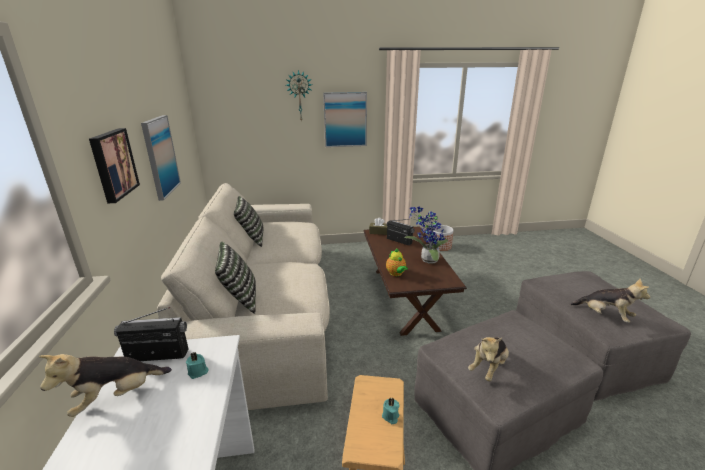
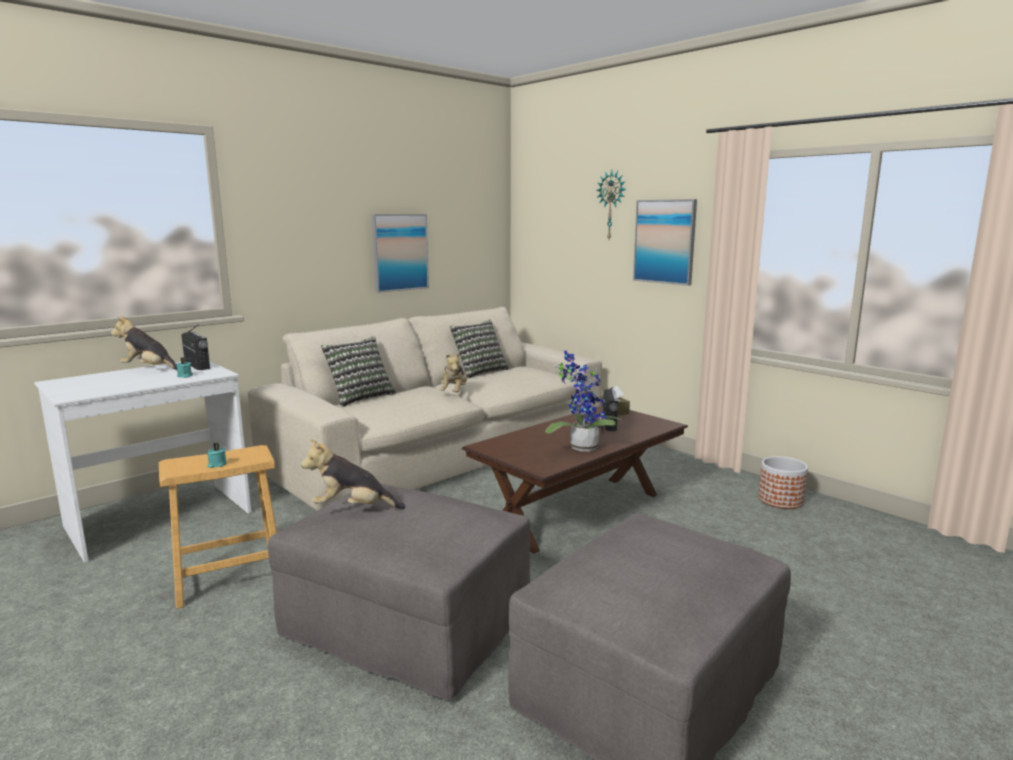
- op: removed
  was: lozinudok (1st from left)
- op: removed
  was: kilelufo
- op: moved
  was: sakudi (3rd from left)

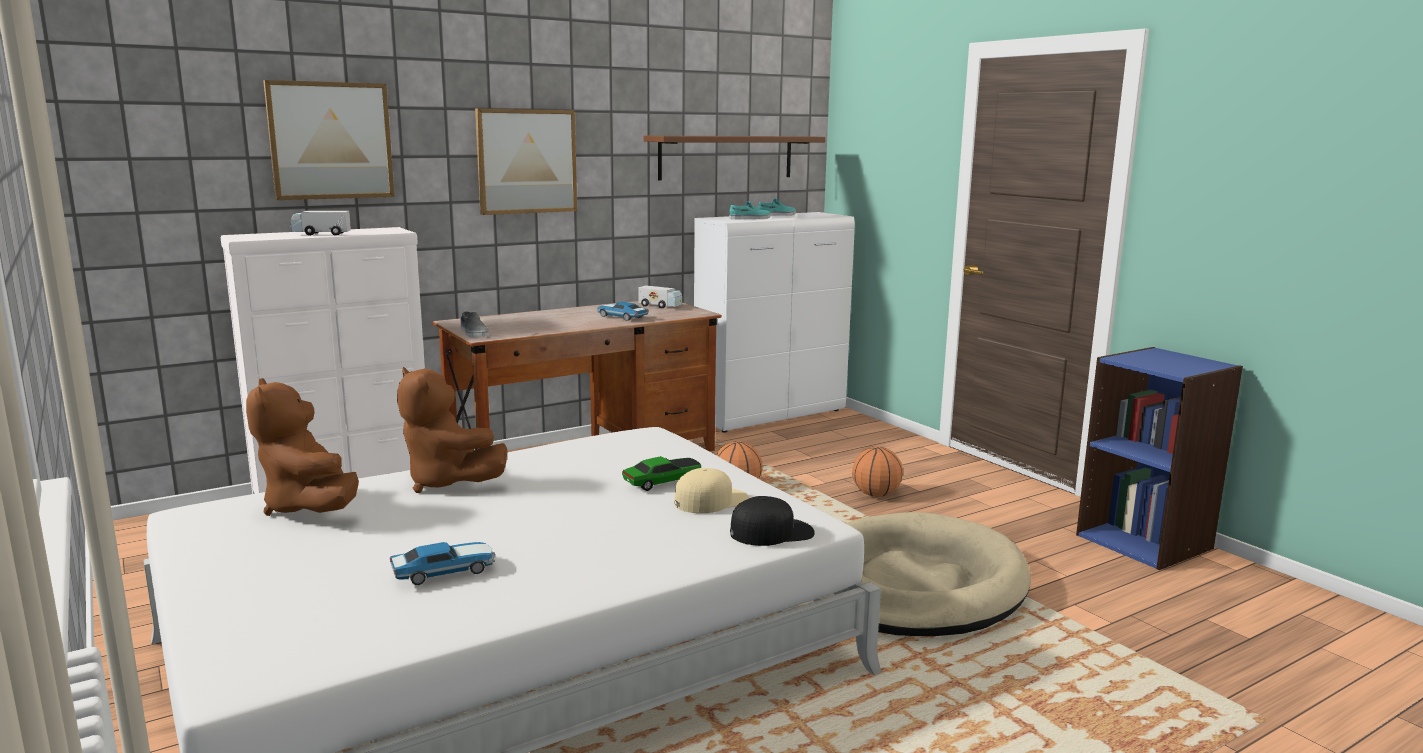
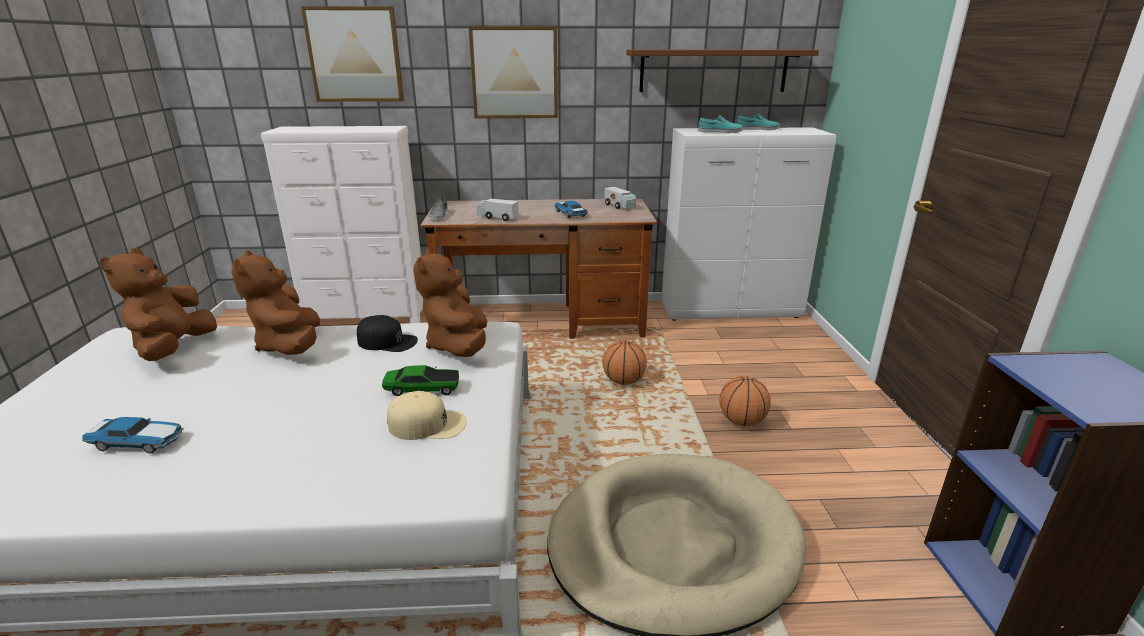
- op: moved
  was: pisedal (1st from left)
- op: moved
  was: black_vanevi
- op: added
  now: brown_sakudi (3rd from left)

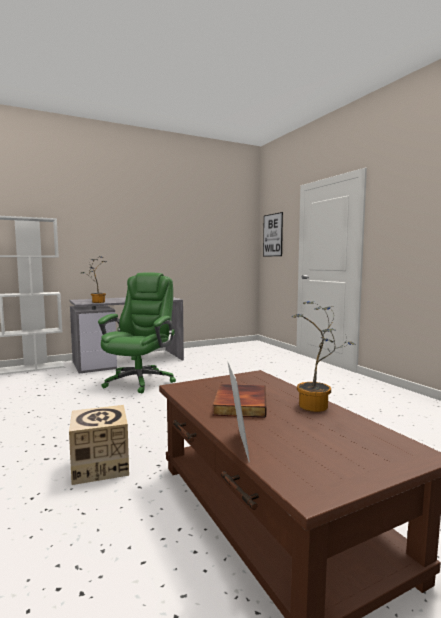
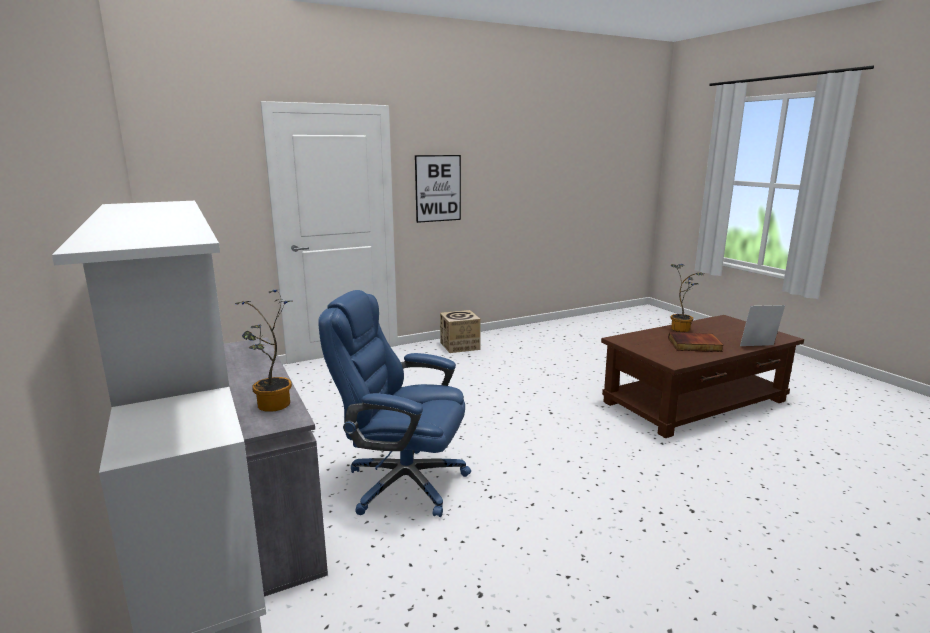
- op: moved
  was: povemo
- op: recoloured
  was: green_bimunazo
  now: blue_bimunazo
- op: moved
  was: lozinudok

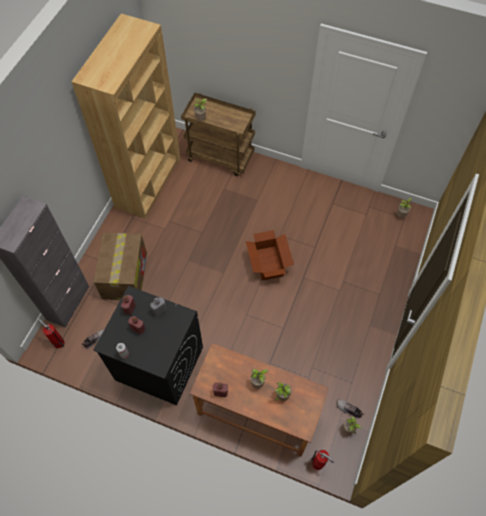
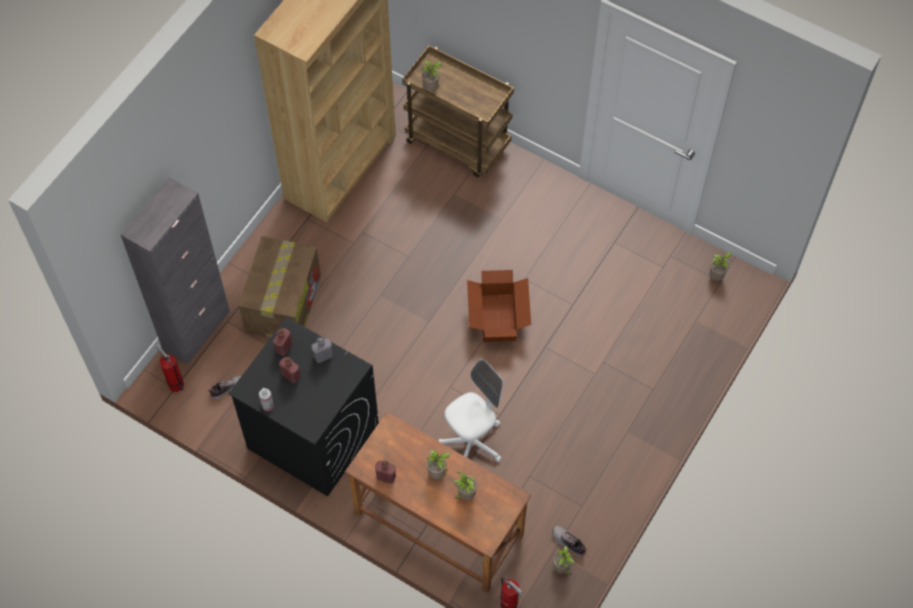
- op: added
  now: white_bimunazo

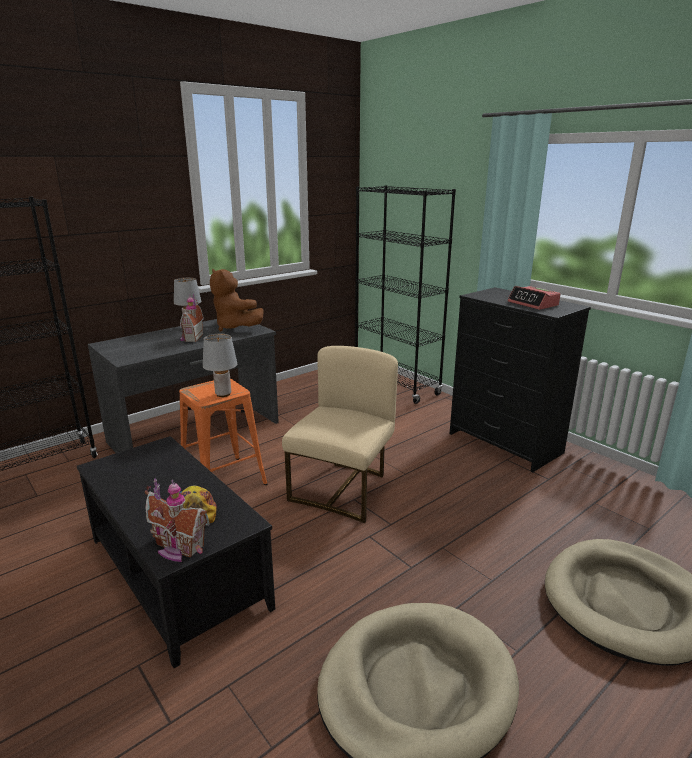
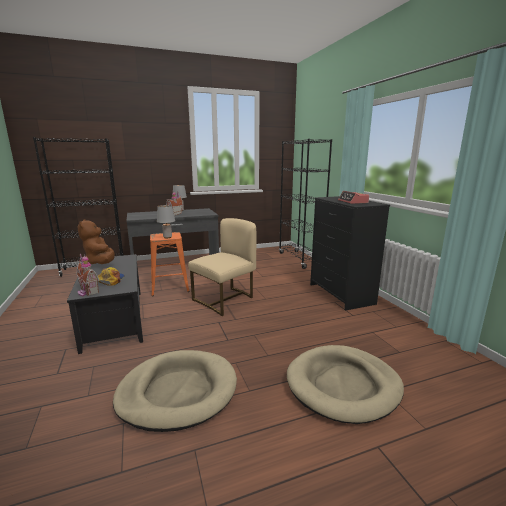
- op: moved
  was: brown_sakudi

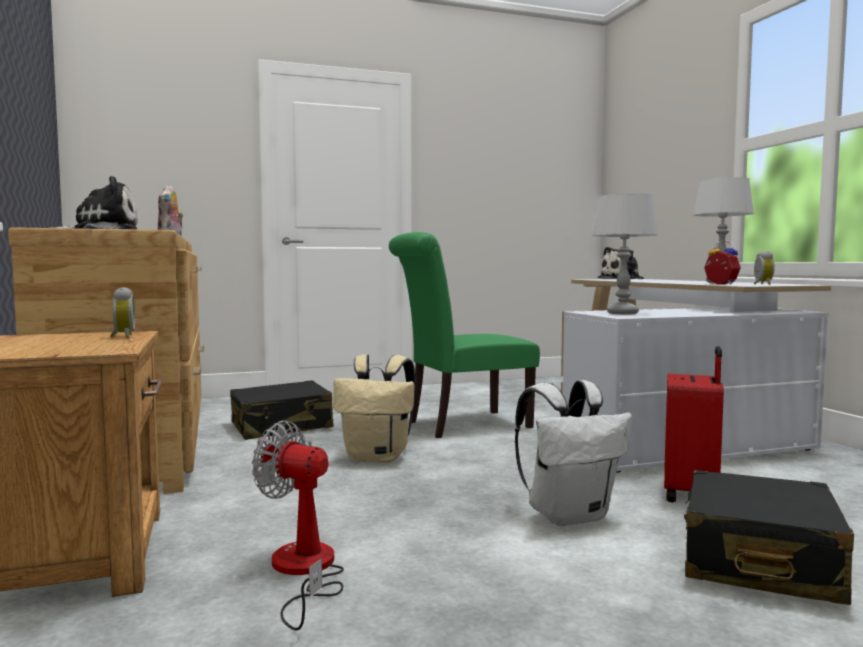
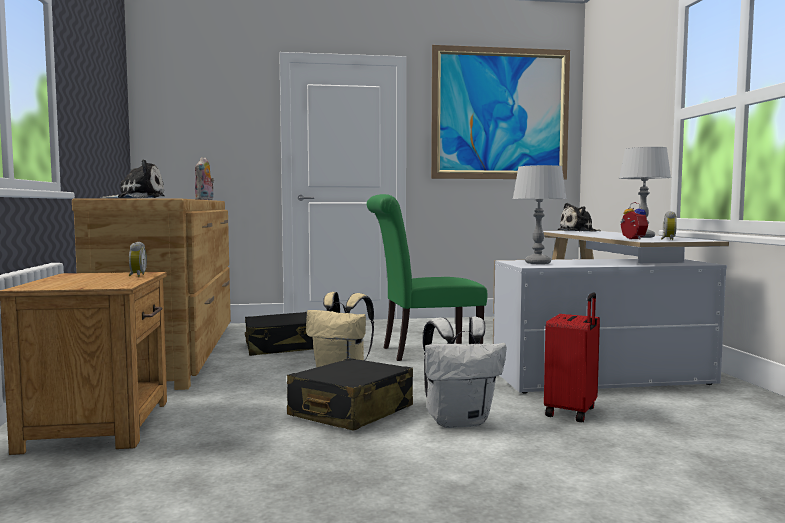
- op: removed
  was: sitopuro
- op: moved
  was: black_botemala (2nd from left)
- op: added
  now: lozinudok

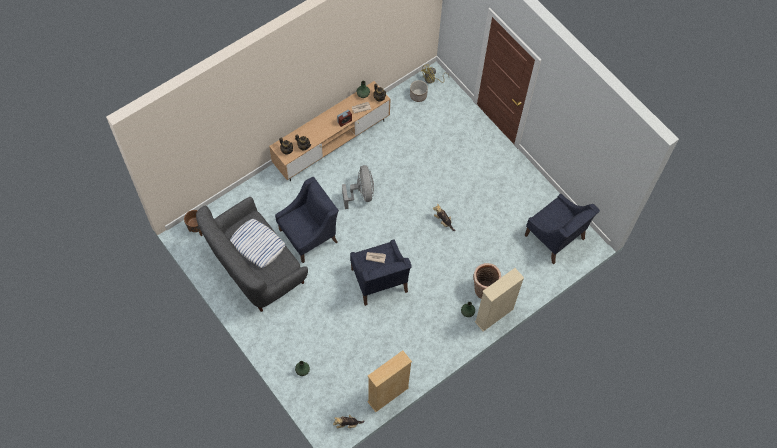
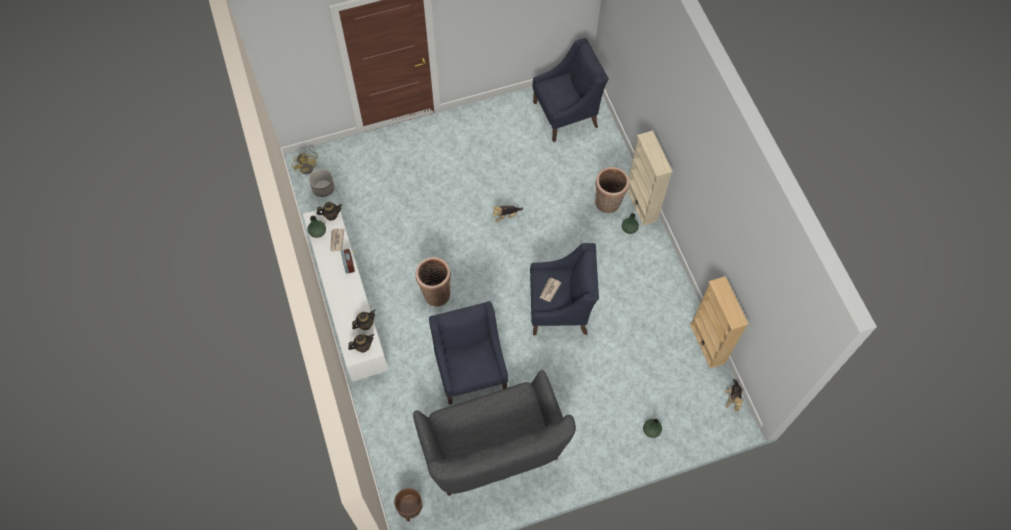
- op: removed
  was: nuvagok
- op: recoloured
  was: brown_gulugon
  now: white_gulugon
- op: replaced
  was: grey_sitopuro
  now: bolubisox (1st from left)

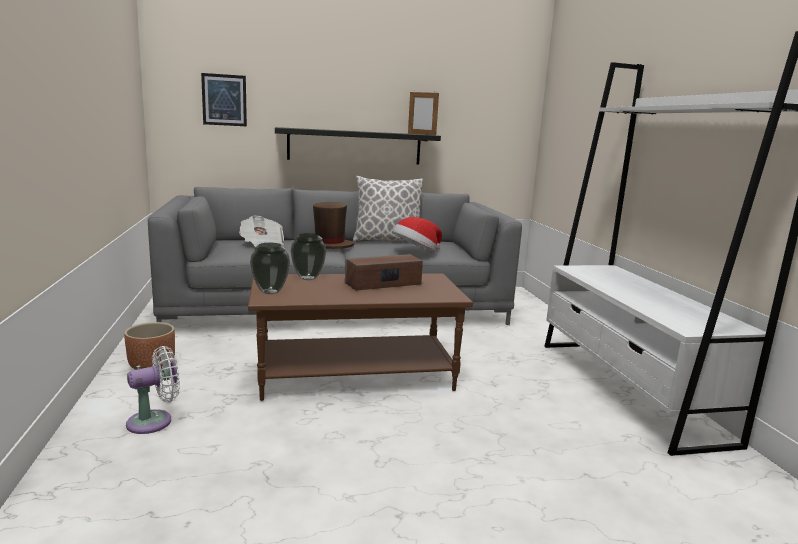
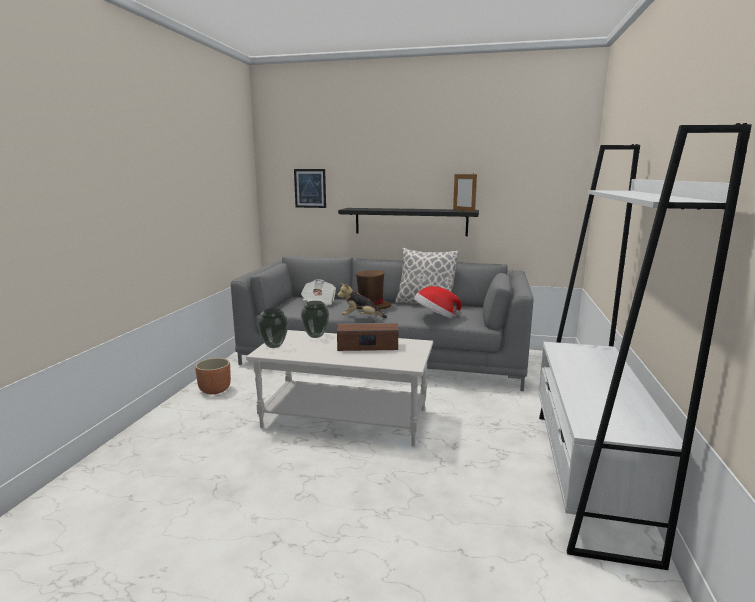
- op: removed
  was: white_sitopuro
- op: recoloured
  was: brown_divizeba
  now: white_divizeba
- op: added
  now: sakudi

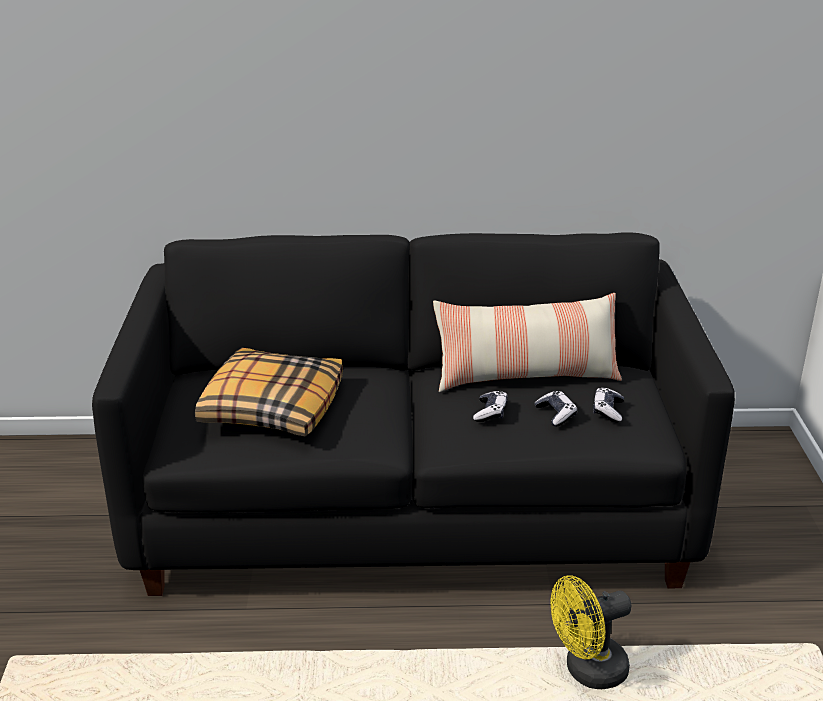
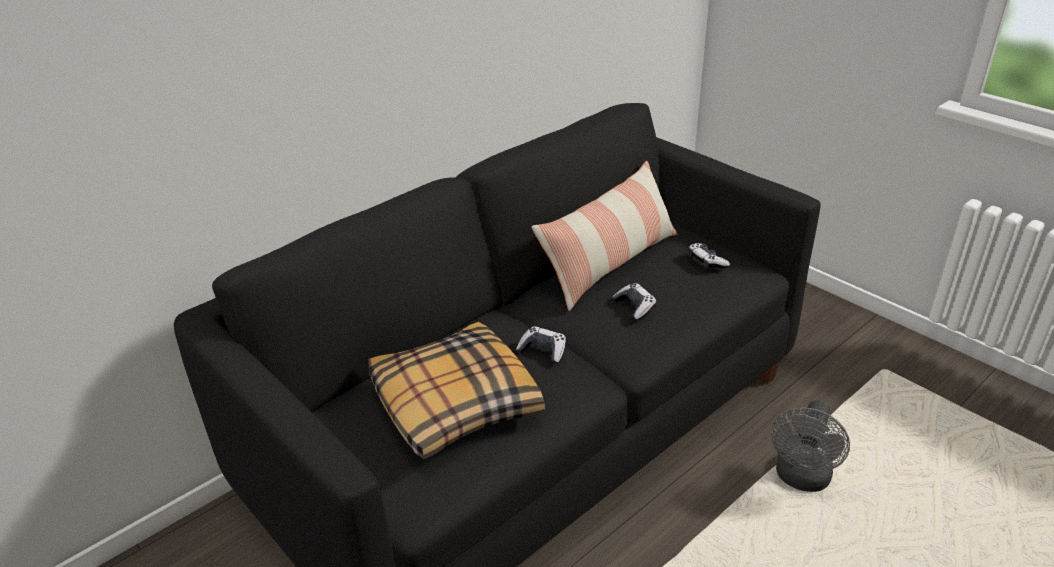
- op: moved
  was: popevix (2nd from left in the first image)
  now: popevix (1st from left)
- op: recoloured
  was: yellow_sitopuro
  now: grey_sitopuro

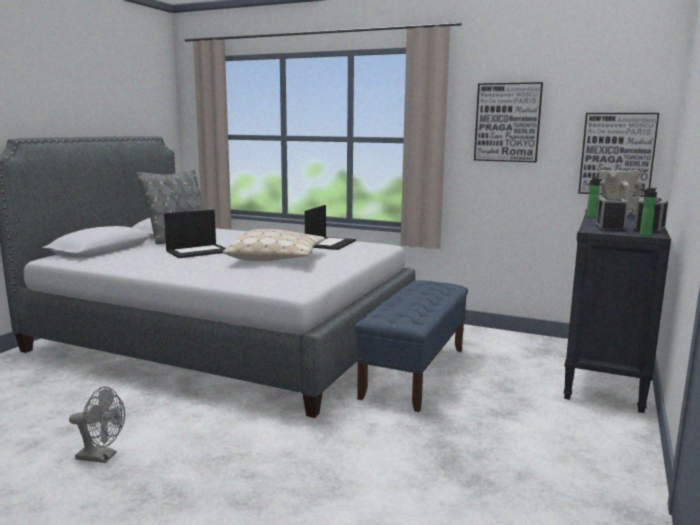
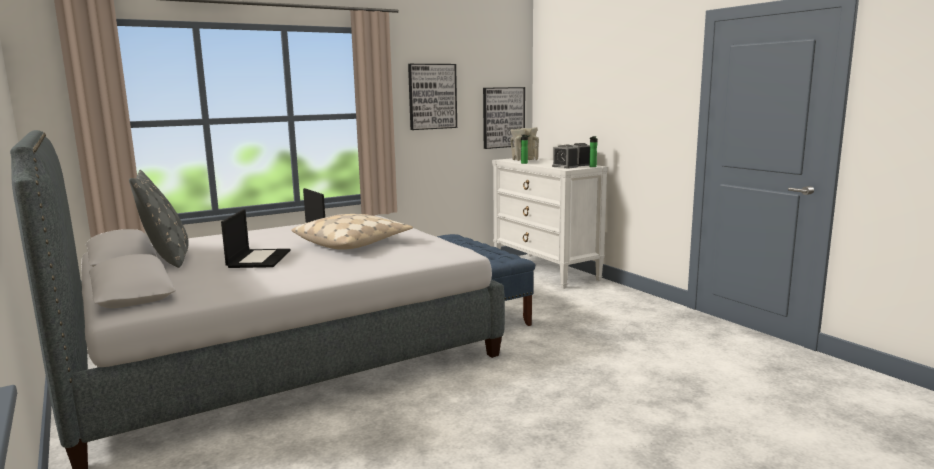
- op: removed
  was: grey_sitopuro
- op: recoloured
  was: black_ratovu
  now: white_ratovu

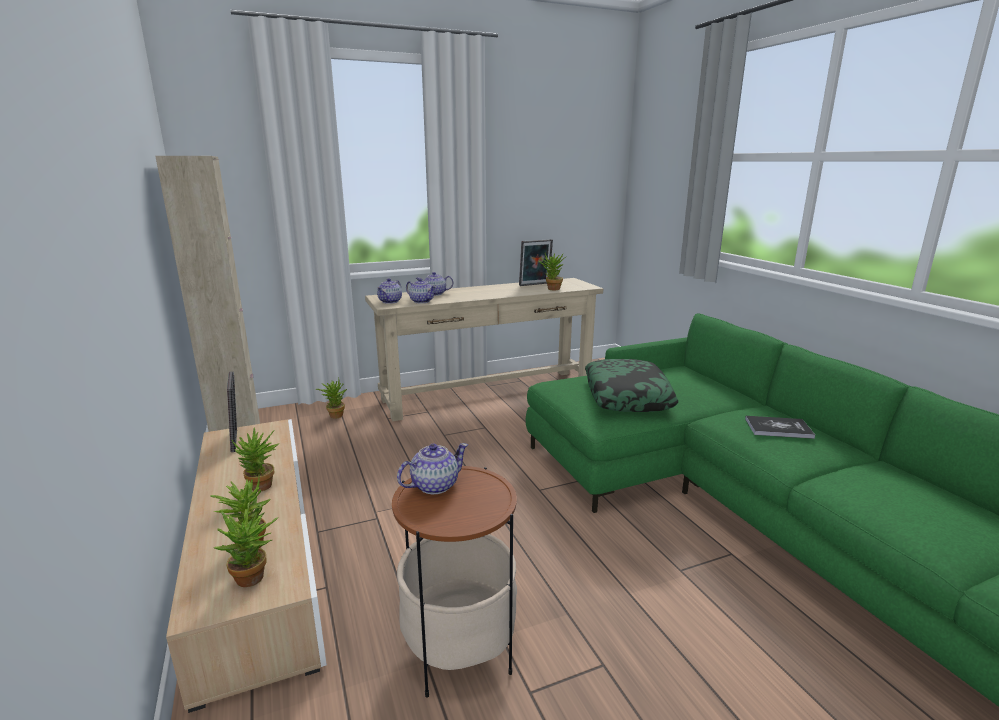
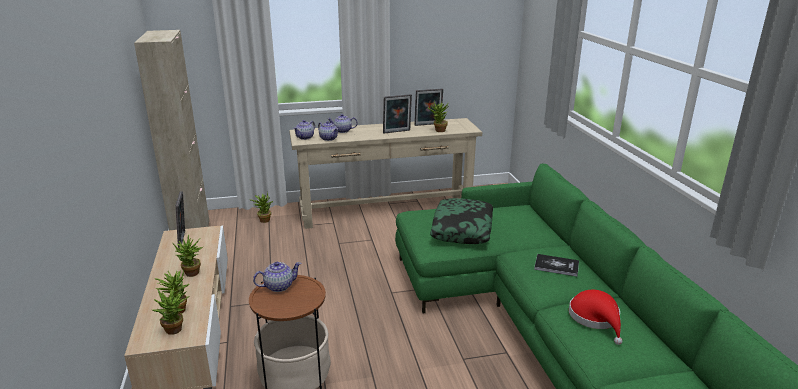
- op: added
  now: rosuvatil (2nd from left)
- op: added
  now: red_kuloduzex

